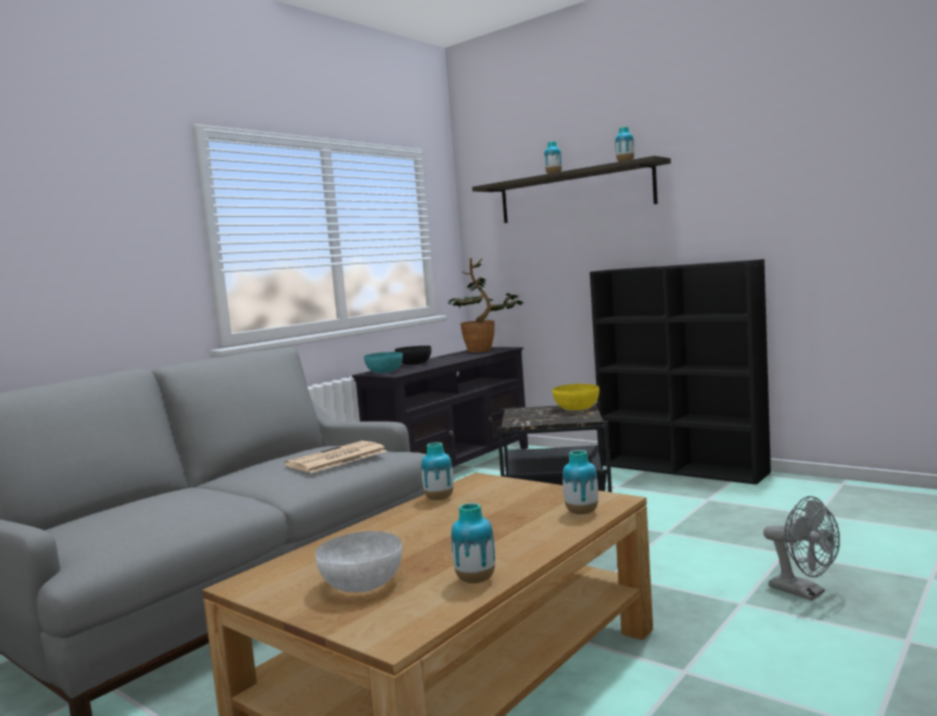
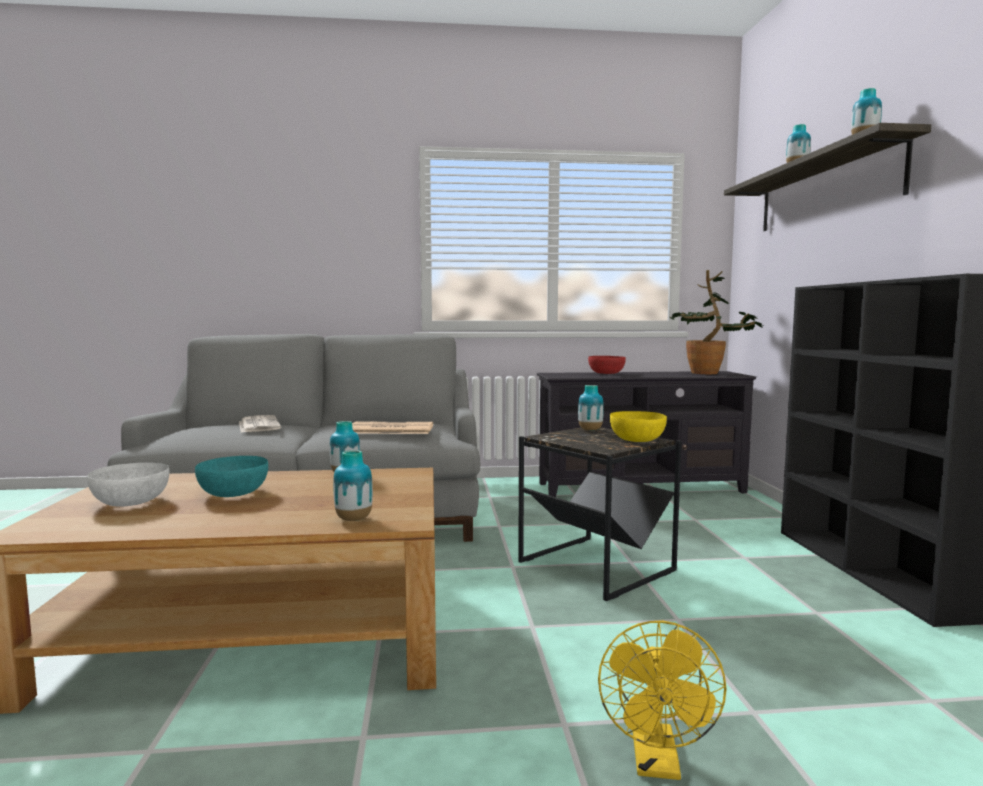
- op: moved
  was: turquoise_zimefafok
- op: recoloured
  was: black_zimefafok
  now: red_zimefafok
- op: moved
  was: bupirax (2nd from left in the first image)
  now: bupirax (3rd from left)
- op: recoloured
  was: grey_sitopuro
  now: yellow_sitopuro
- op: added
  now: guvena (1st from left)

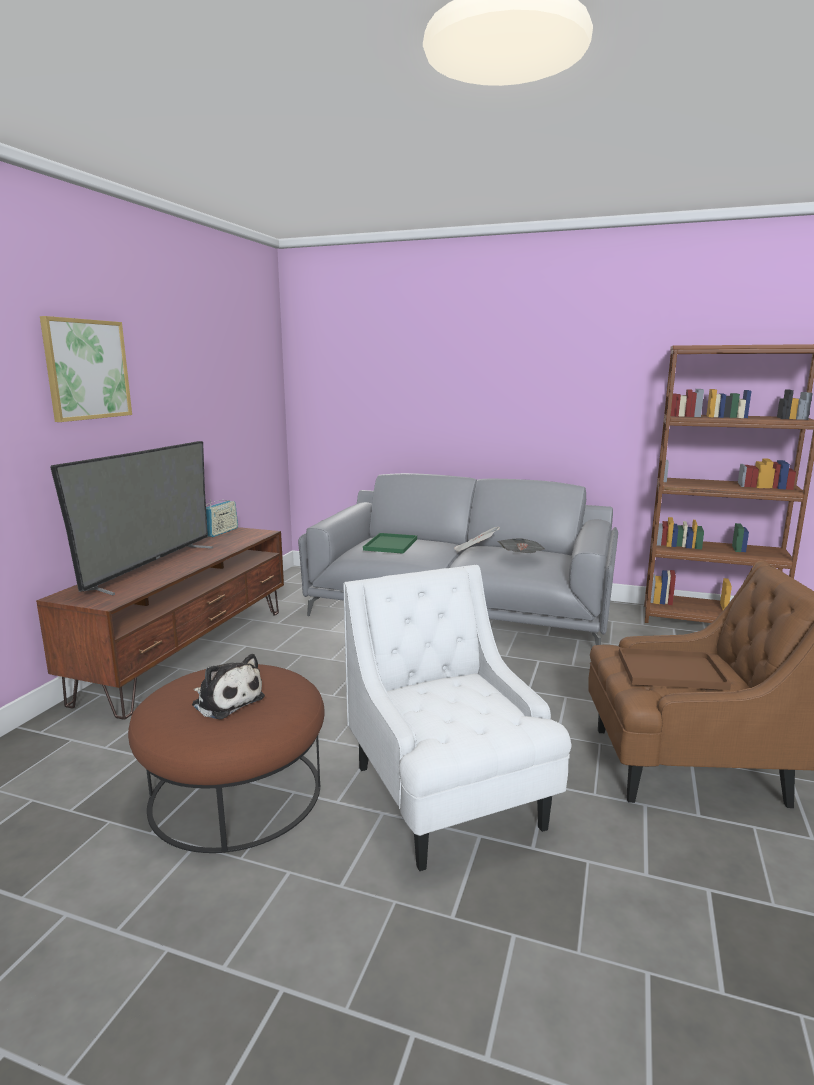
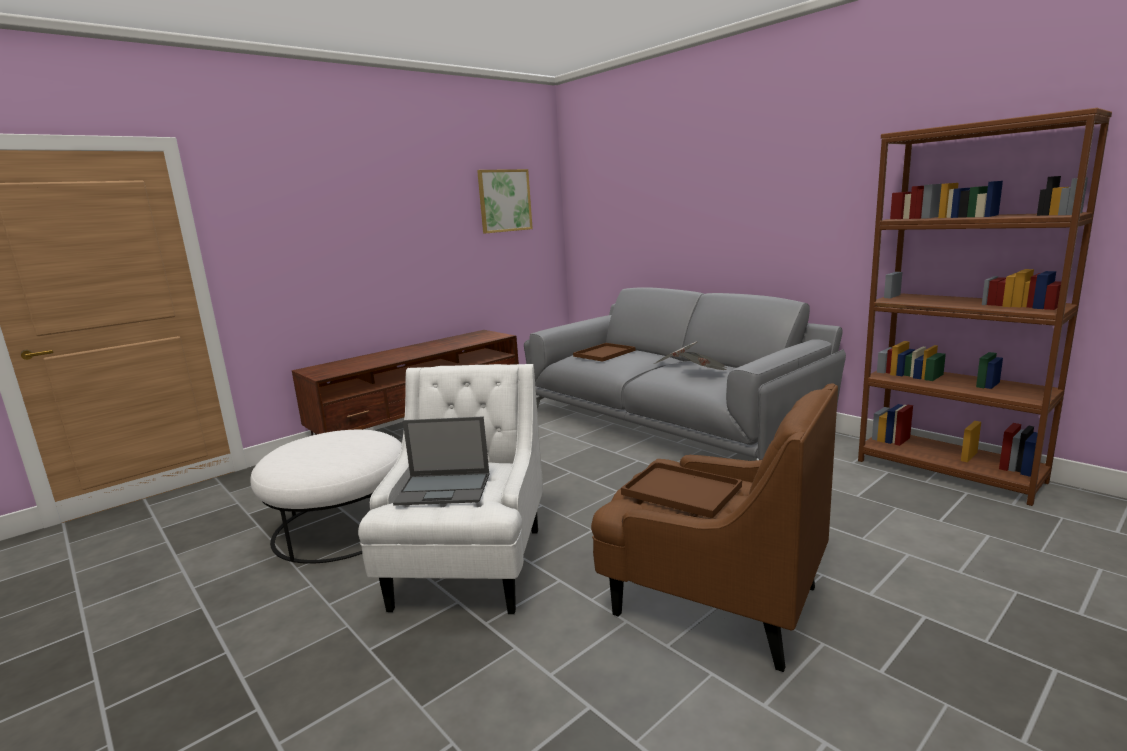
- op: moved
  was: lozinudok
- op: removed
  was: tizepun
- op: recoloured
  was: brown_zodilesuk
  now: white_zodilesuk
- op: removed
  was: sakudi
- op: removed
  was: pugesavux
- op: recoloured
  was: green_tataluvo
  now: brown_tataluvo (1st from left)
- op: added
  now: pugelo

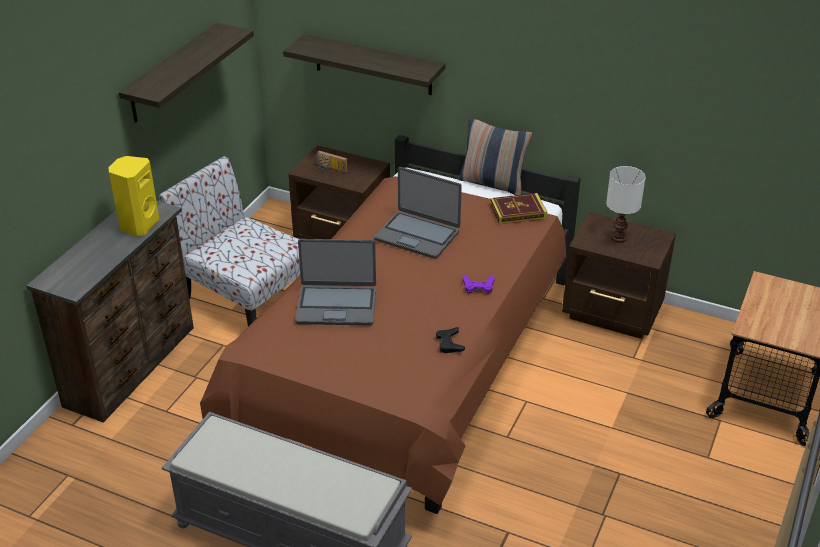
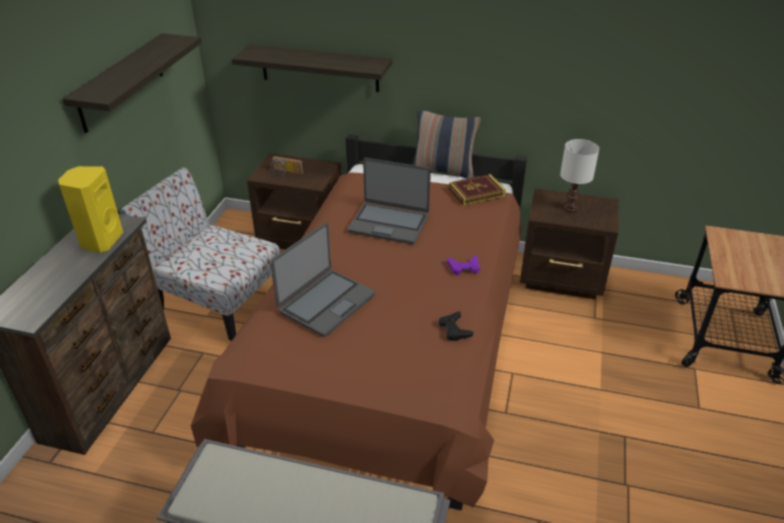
- op: turned
  was: pugelo (1st from left)
  clockwise: -45

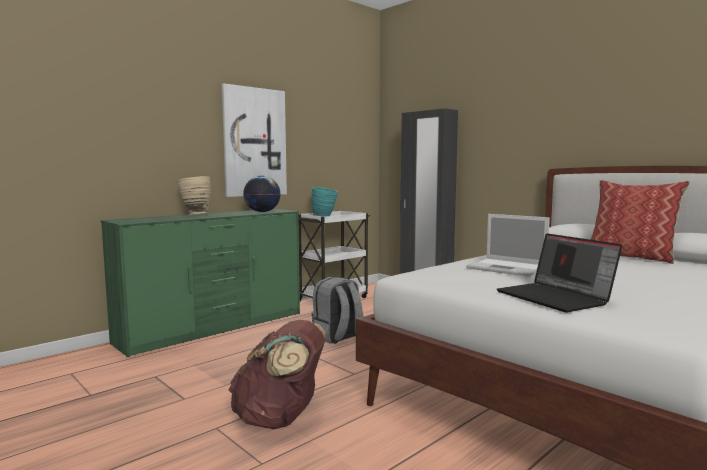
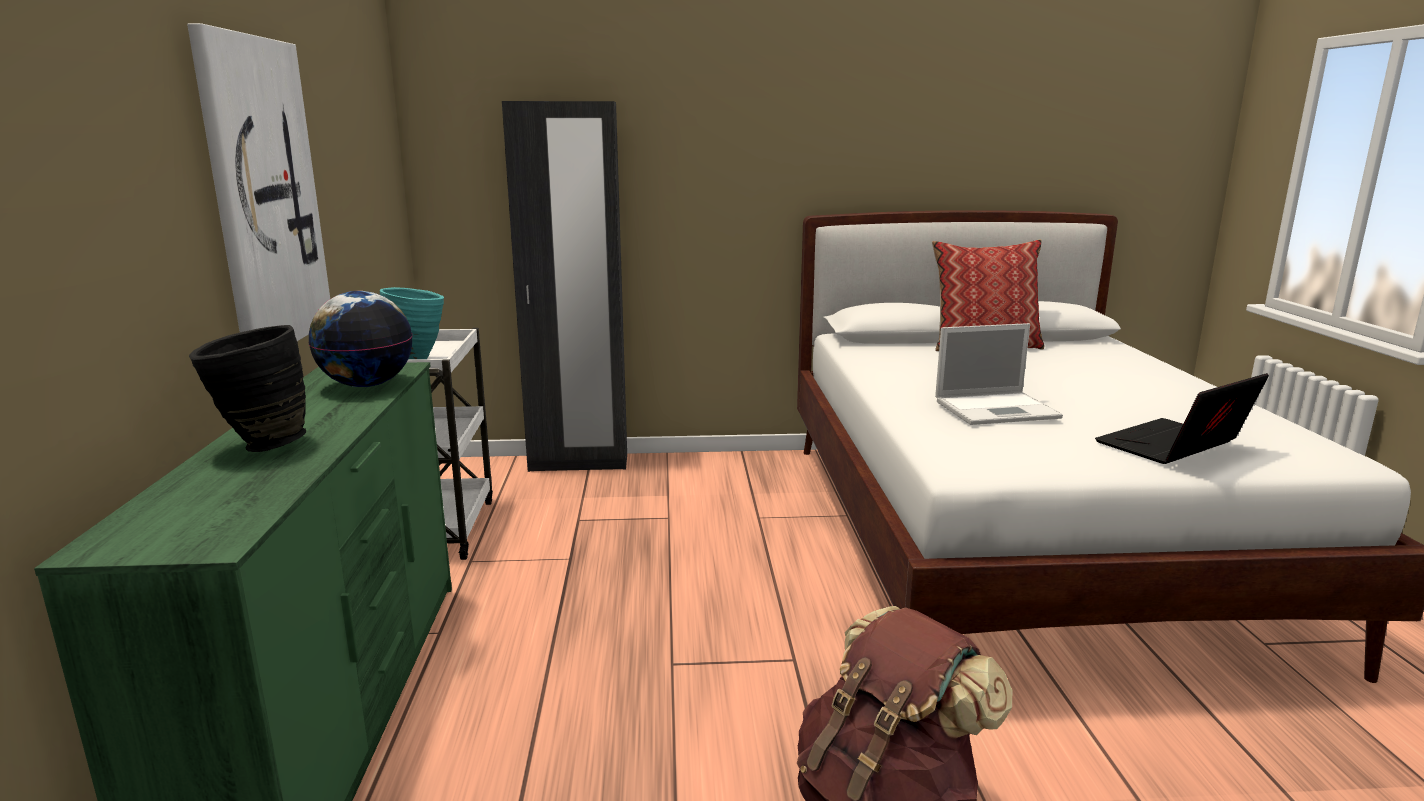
- op: recoloured
  was: beige_bupirax
  now: black_bupirax
- op: removed
  was: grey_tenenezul
- op: turned
  was: pugelo (2nd from left)
  clockwise: 135

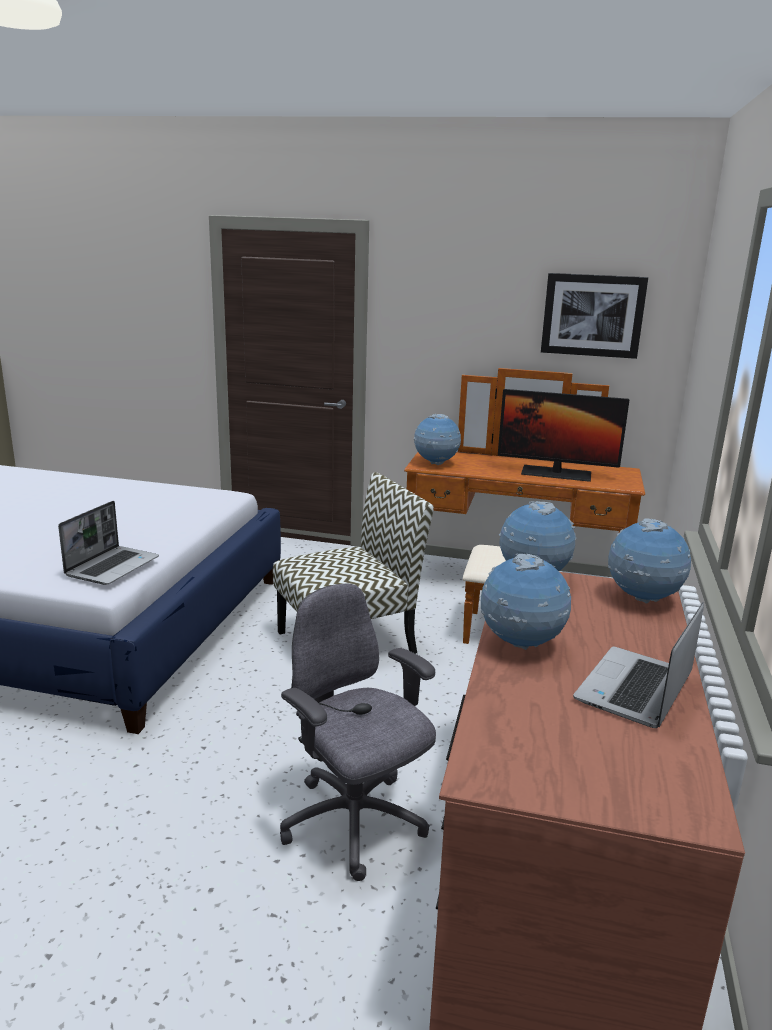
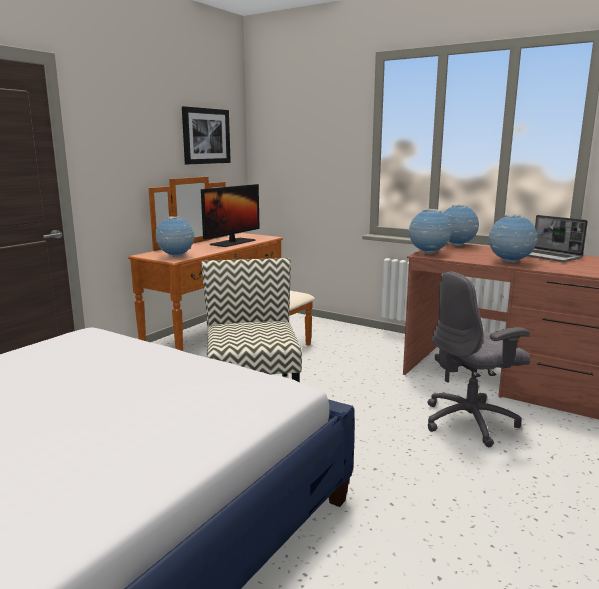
- op: removed
  was: pugelo (1st from left)

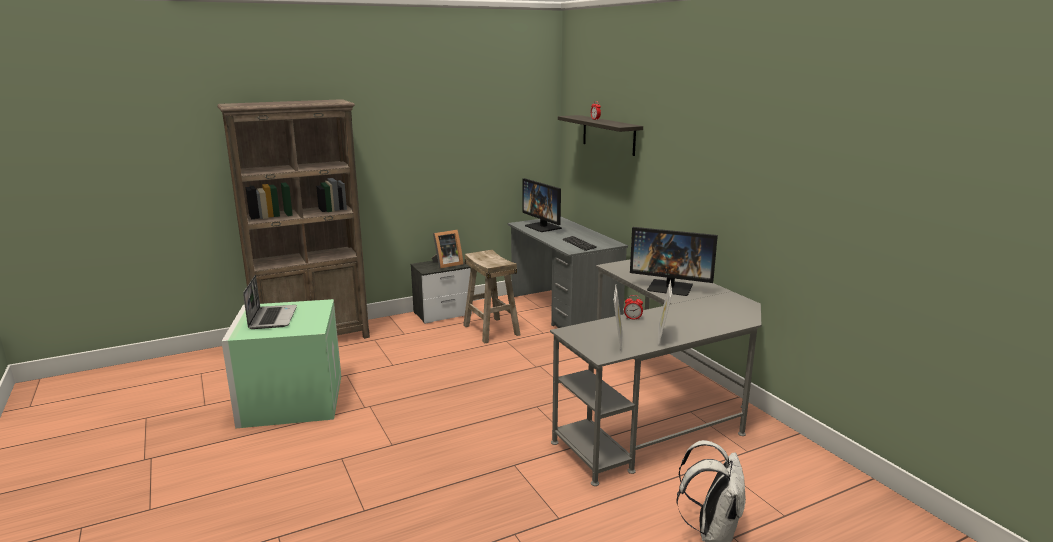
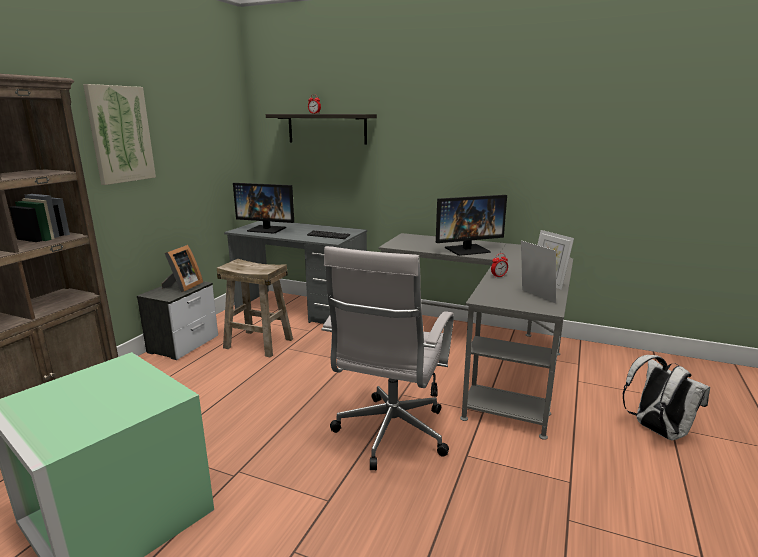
- op: removed
  was: pugelo
- op: added
  now: lozinudok
- op: added
  now: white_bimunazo

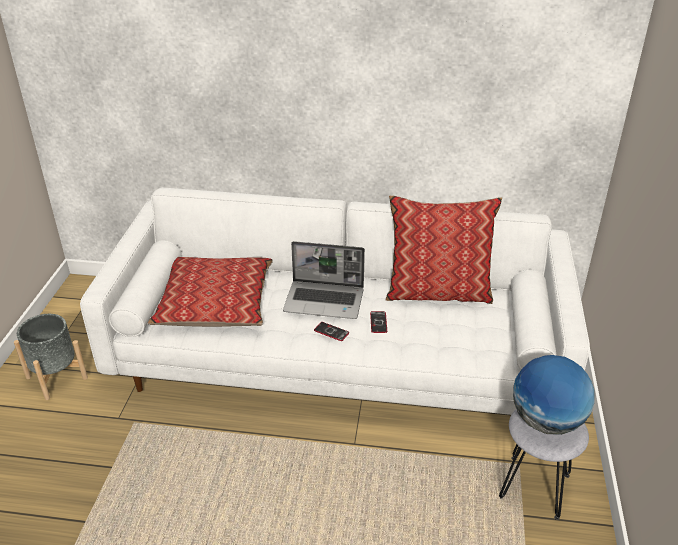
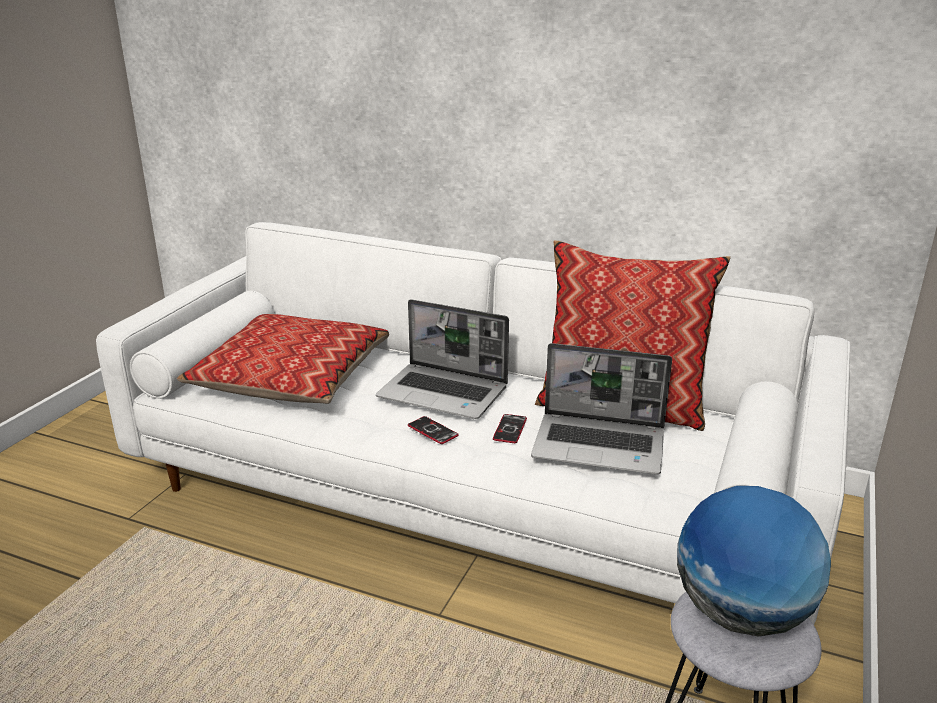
- op: removed
  was: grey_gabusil
- op: added
  now: pugelo (2nd from left)

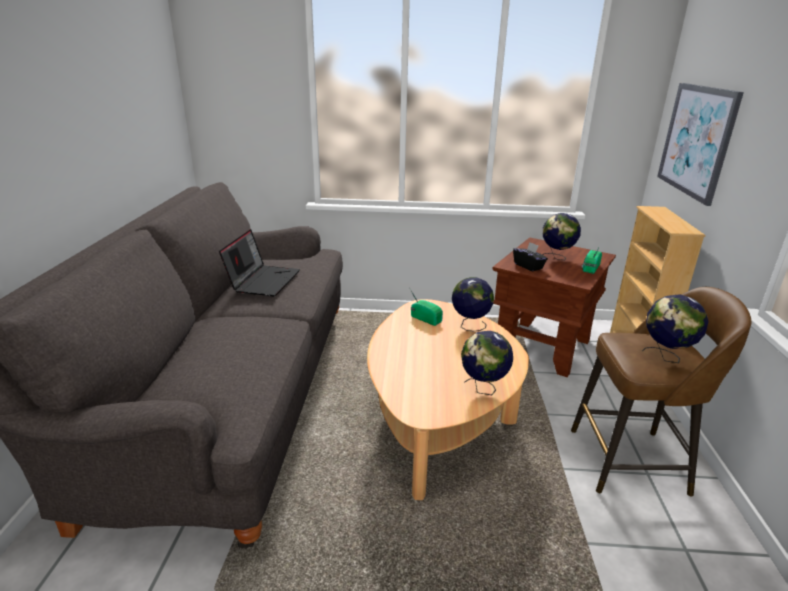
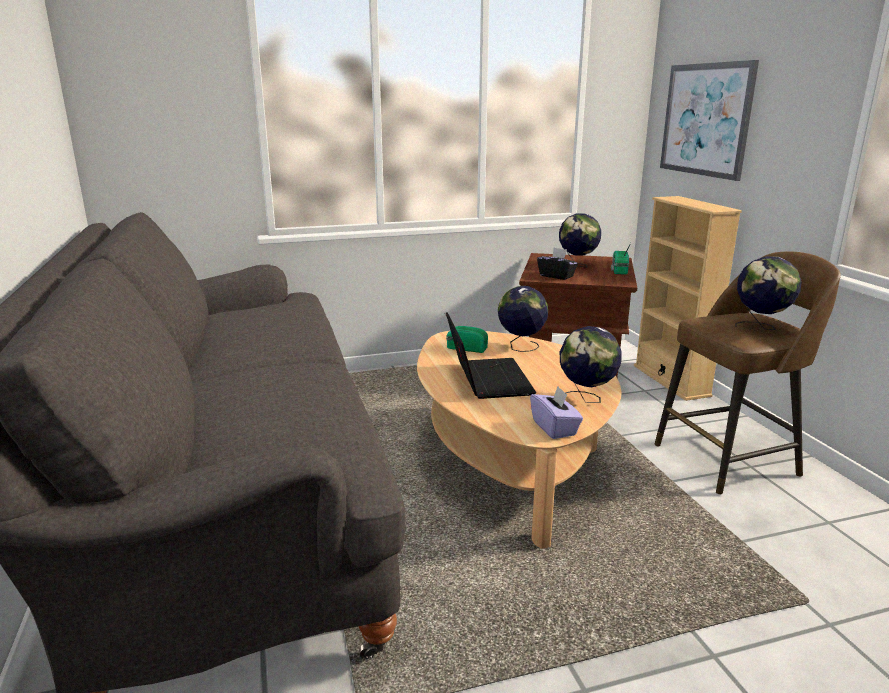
- op: moved
  was: pugelo
- op: added
  now: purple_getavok

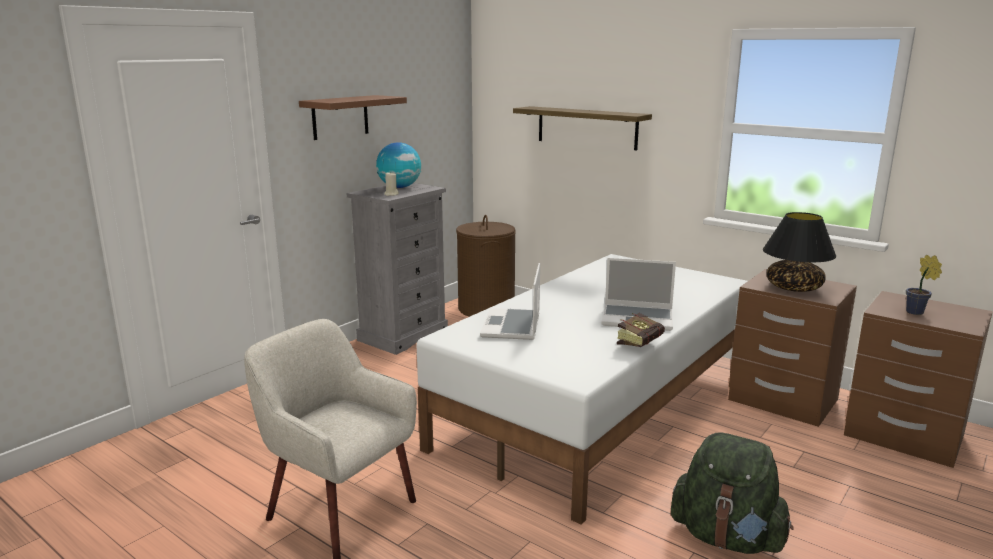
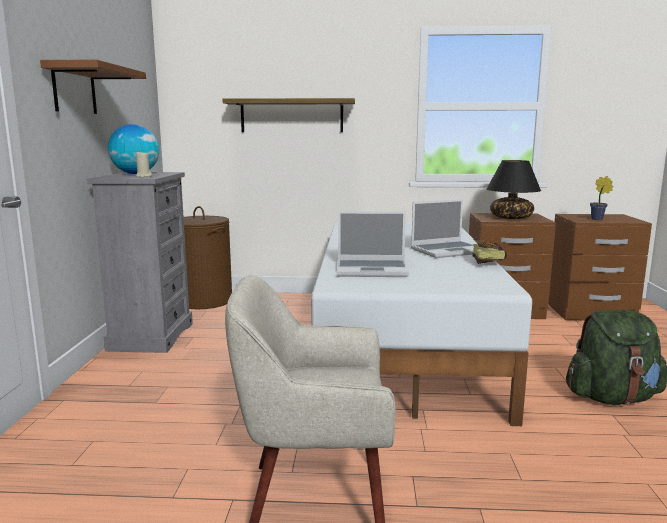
- op: turned
  was: pugelo (1st from left)
  clockwise: -60

